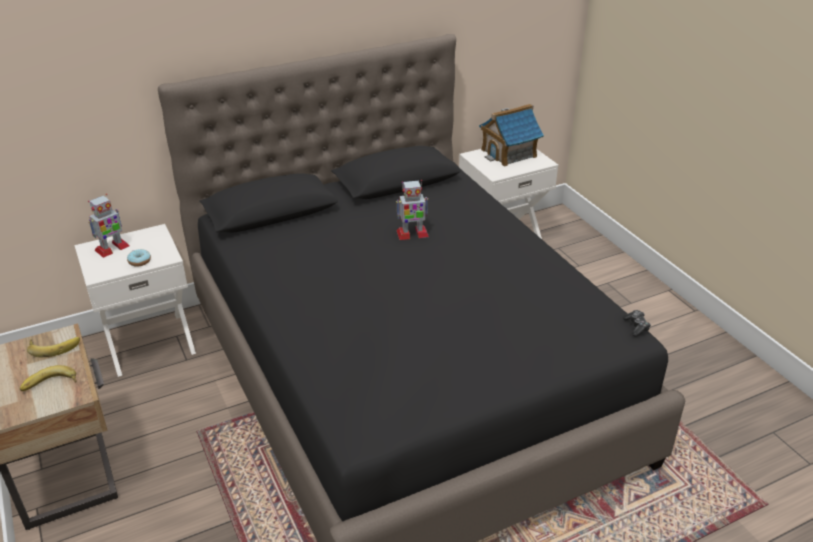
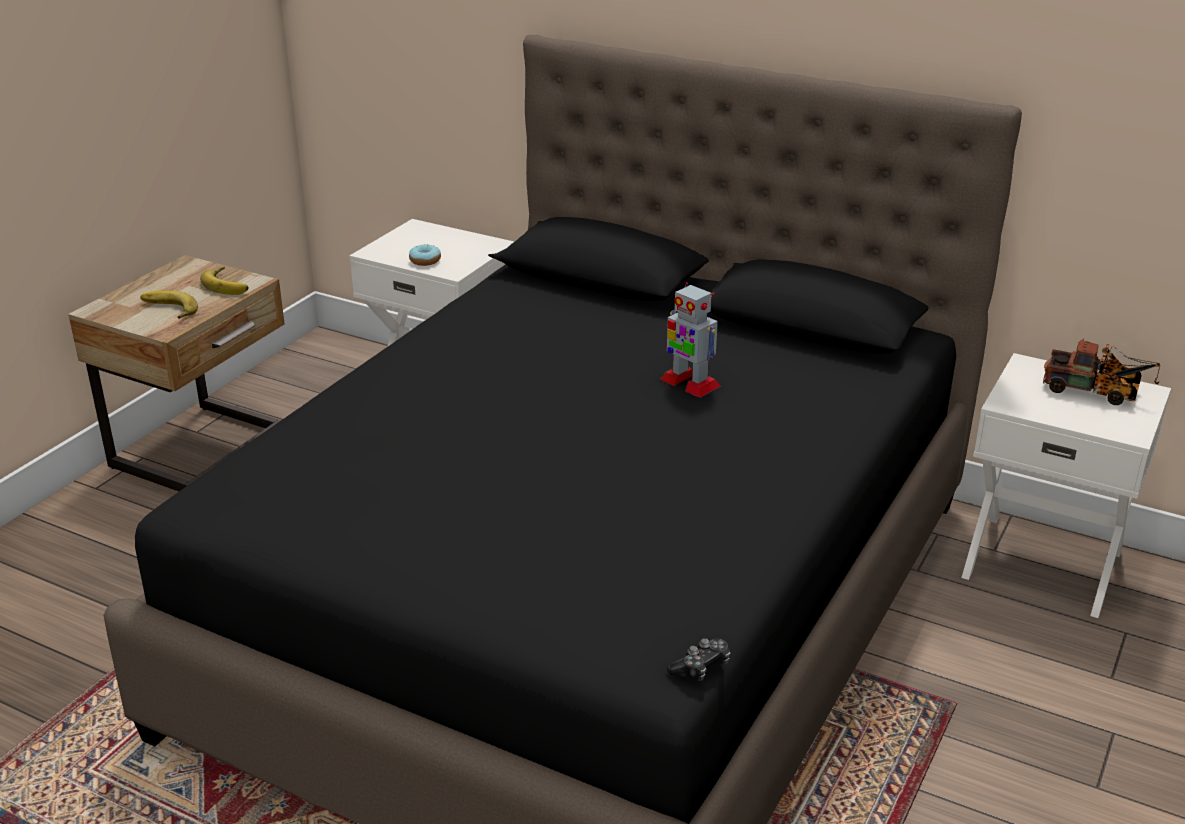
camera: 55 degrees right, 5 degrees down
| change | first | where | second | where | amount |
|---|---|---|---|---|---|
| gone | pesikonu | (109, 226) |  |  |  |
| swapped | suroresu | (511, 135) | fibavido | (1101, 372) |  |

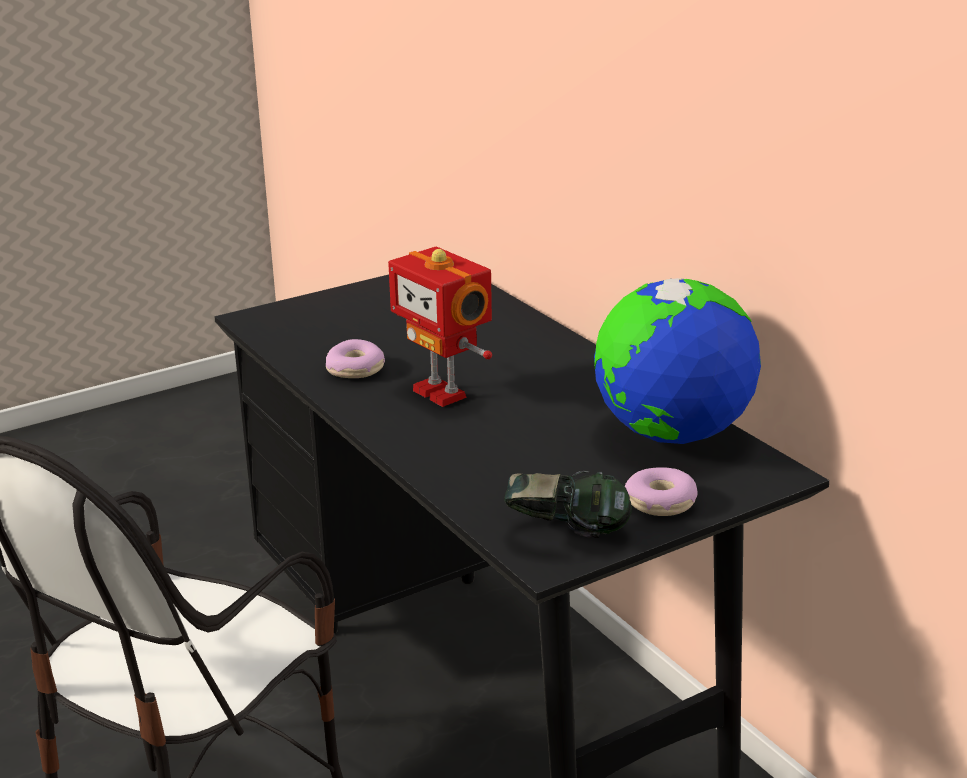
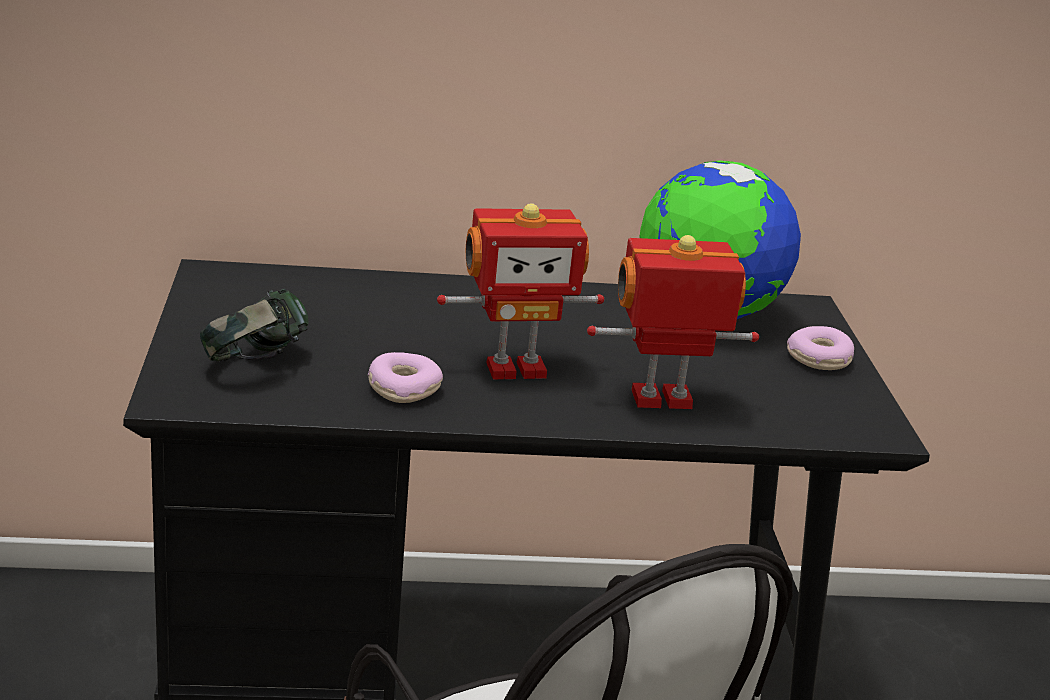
camera: 65 degrees left, 0 degrees up
| change | first | where | second | where | amount |
|---|---|---|---|---|---|
| shifted | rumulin | (568, 504) |  | (254, 325) |  |
| new |  |  | pesikonu | (673, 322) |  |

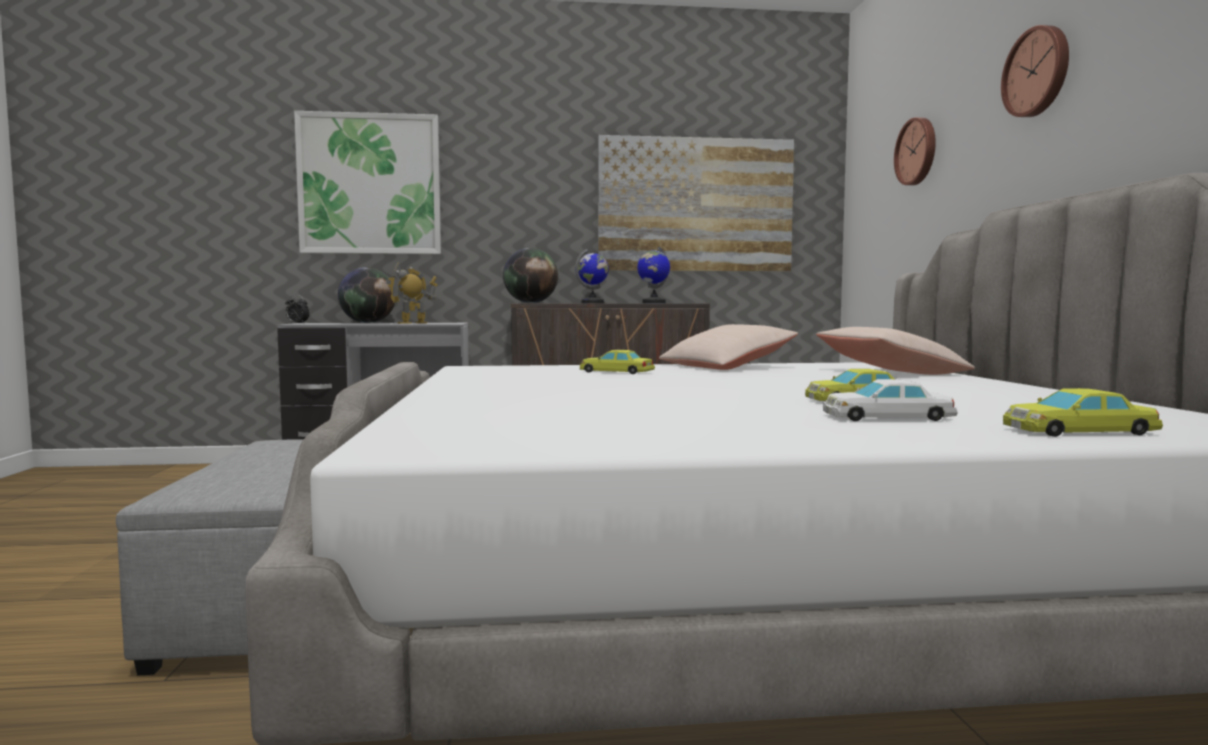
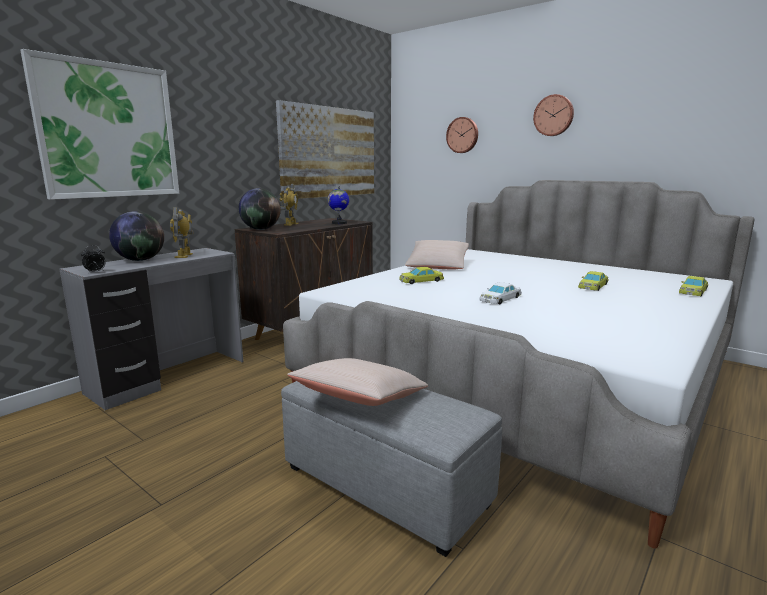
camera: 45 degrees left, 10 degrees up
| change | first | where | second | where | amount |
|---|---|---|---|---|---|
| swapped | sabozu | (592, 276) | pesikonu | (289, 204) |  |
| shifted | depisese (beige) | (895, 351) |  | (357, 382) |  |
| shifted | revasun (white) | (890, 400) |  | (500, 293) |  |

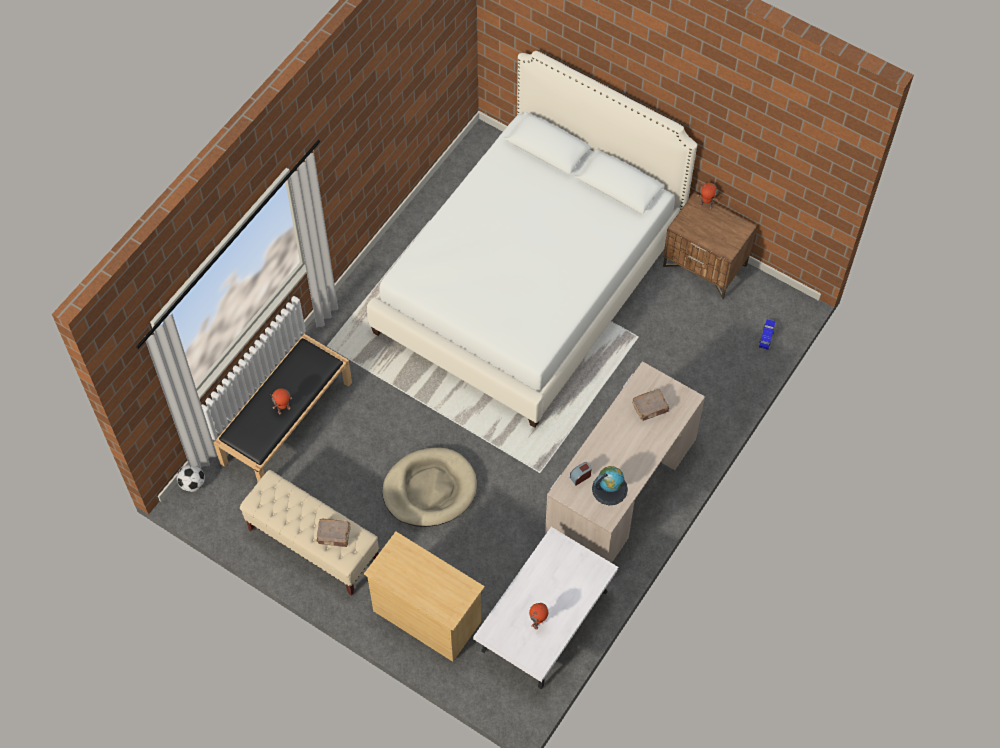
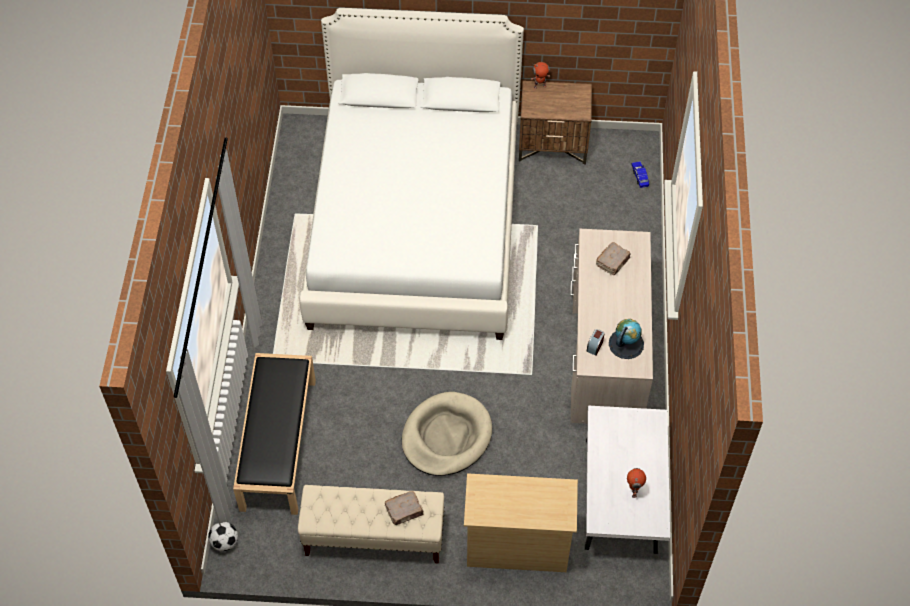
camera: 30 degrees left, 5 degrees down
| change | first | where | second | where | amount |
|---|---|---|---|---|---|
| gone | pesikonu | (281, 401) |  |  |  |

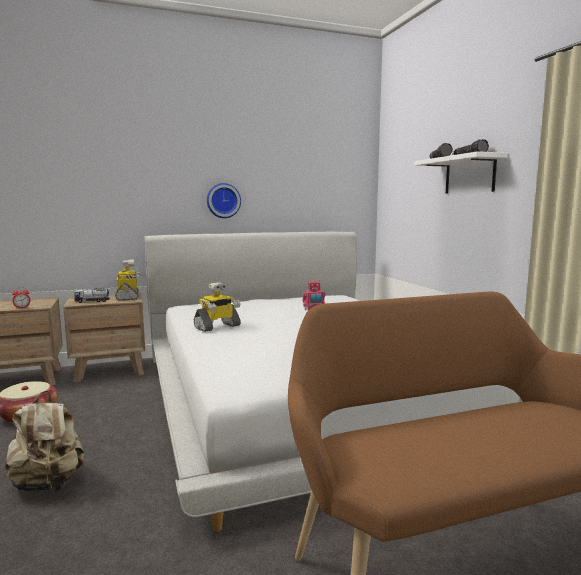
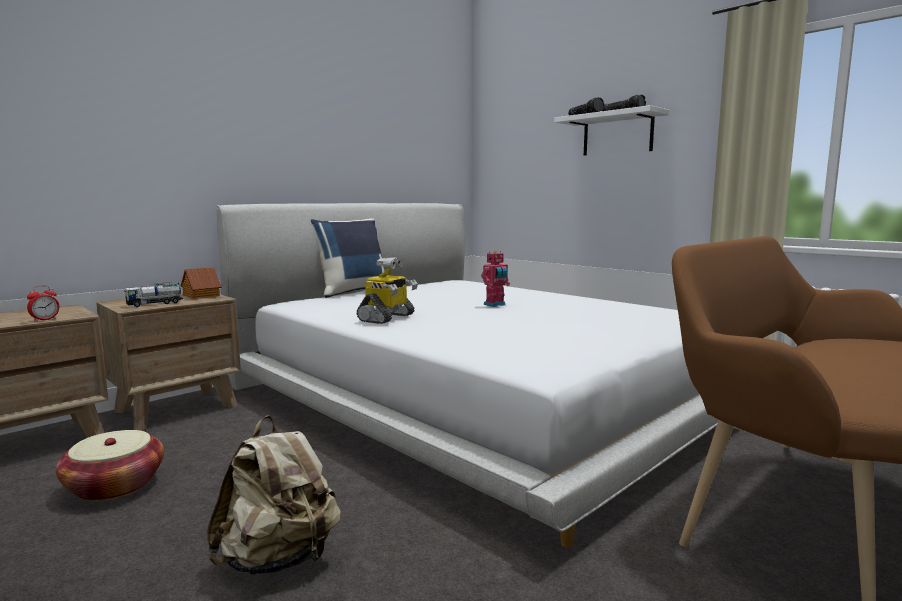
camera: 25 degrees left, 0 degrees up
| change | first | where | second | where | amount |
|---|---|---|---|---|---|
| swapped | pesikonu | (128, 279) | suroresu | (201, 283) |  |
| gone | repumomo | (224, 200) |  |  |  |
| new |  |  | depisese (blue) | (348, 258) |  |

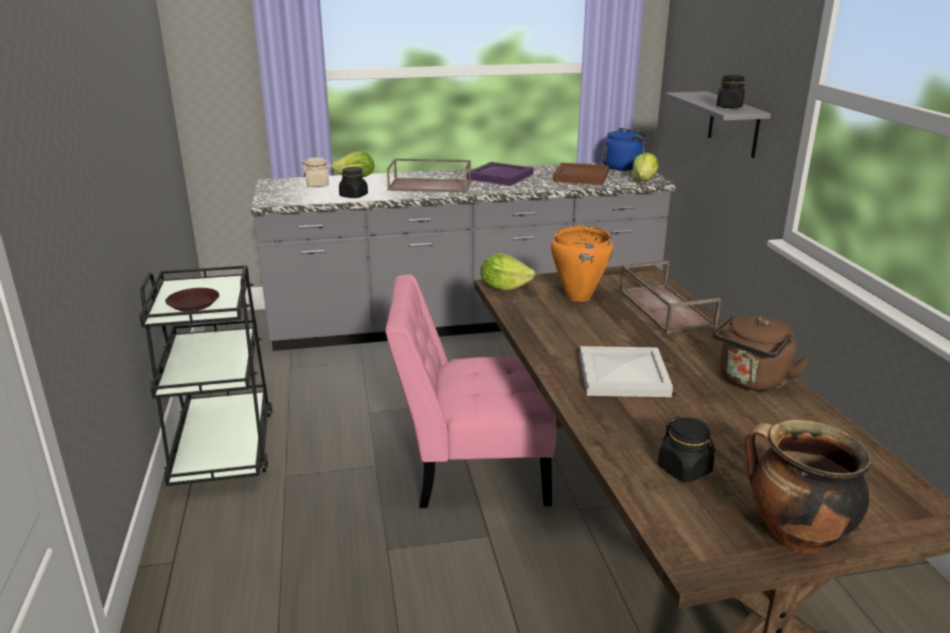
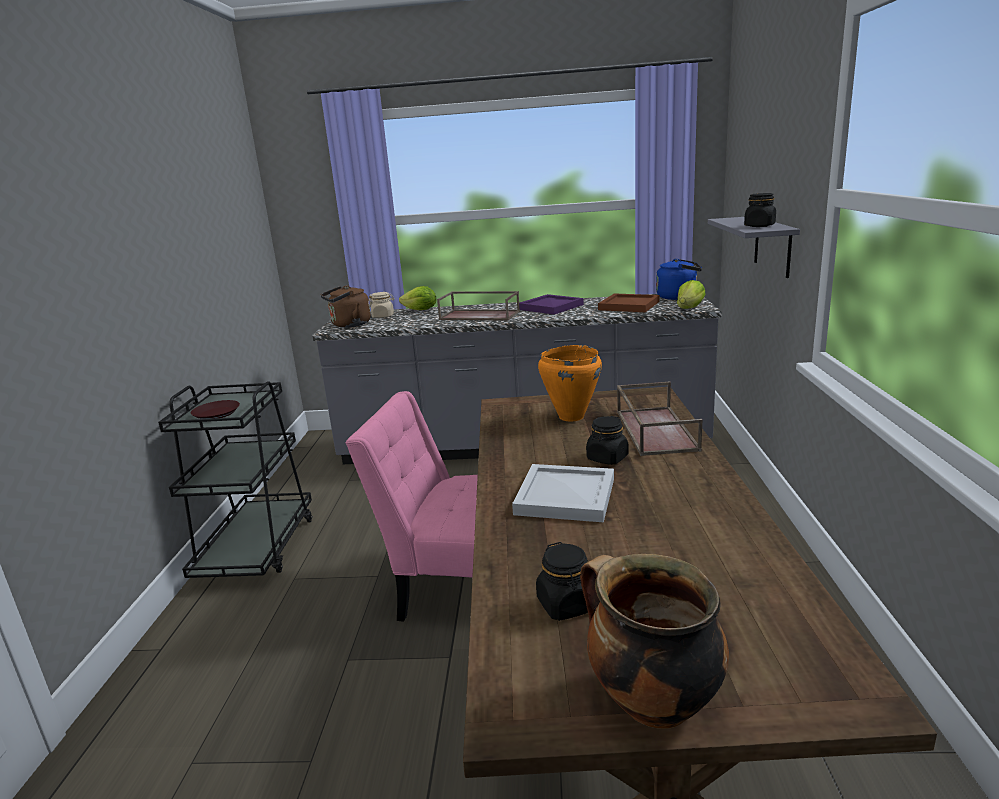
camera: 15 degrees right, 5 degrees down
| change | first | where | second | where | amount |
|---|---|---|---|---|---|
| shifted | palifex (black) | (353, 182) |  | (607, 440) |  |
| gone | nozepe | (508, 272) |  |  |  |
| shifted | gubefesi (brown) | (761, 352) |  | (346, 307) |  |

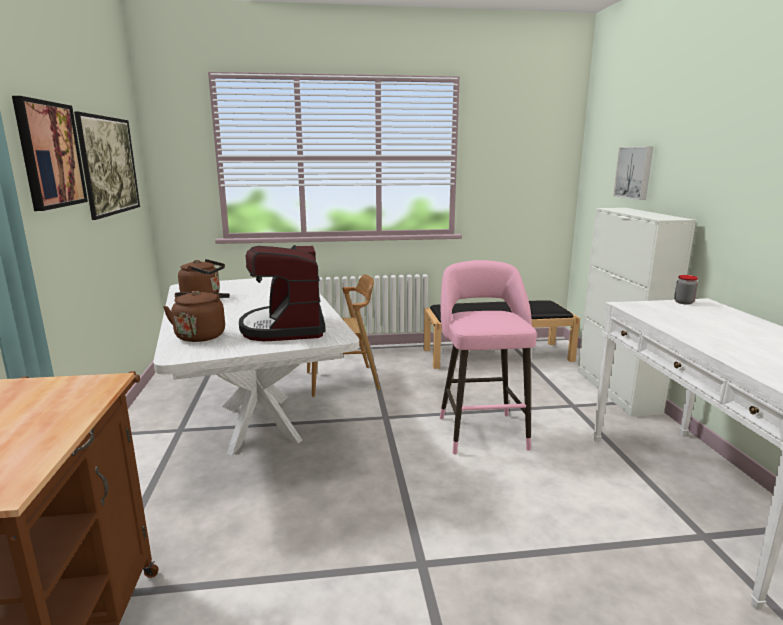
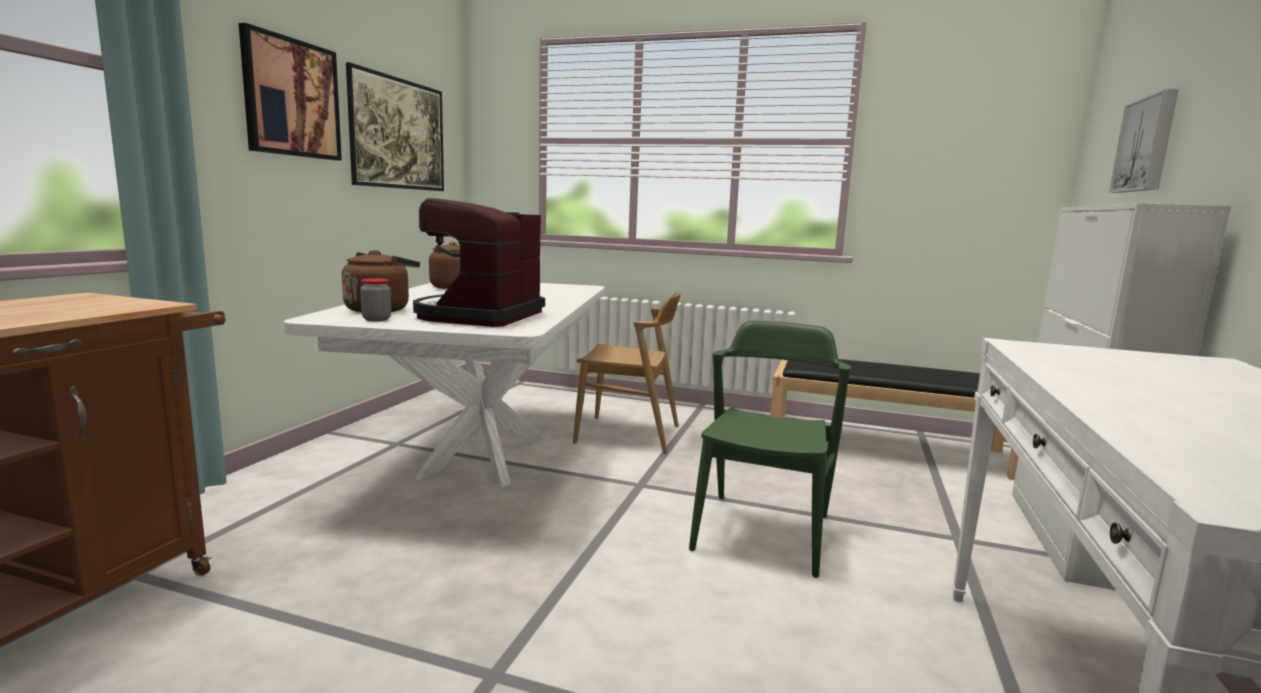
camera: 25 degrees right, 5 degrees down
| change | first | where | second | where | amount |
|---|---|---|---|---|---|
| swapped | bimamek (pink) | (488, 357) | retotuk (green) | (770, 449) |  |
| shifted | palifex | (686, 290) |  | (375, 299) |  |

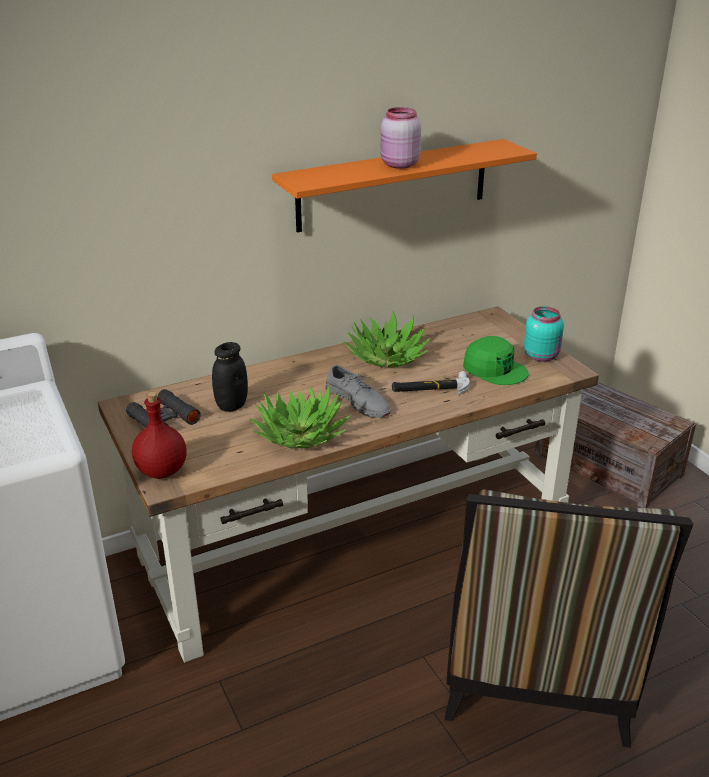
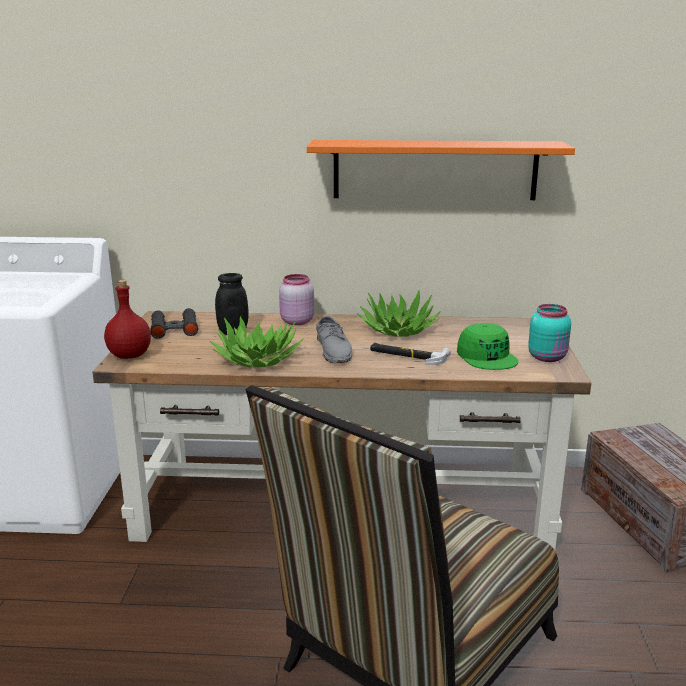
camera: 30 degrees right, 10 degrees down
| change | first | where | second | where | amount |
|---|---|---|---|---|---|
| shifted | palifex (pink) | (400, 138) |  | (296, 299) |  |

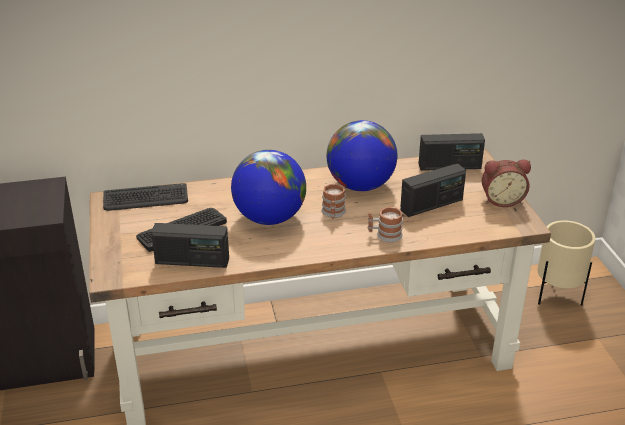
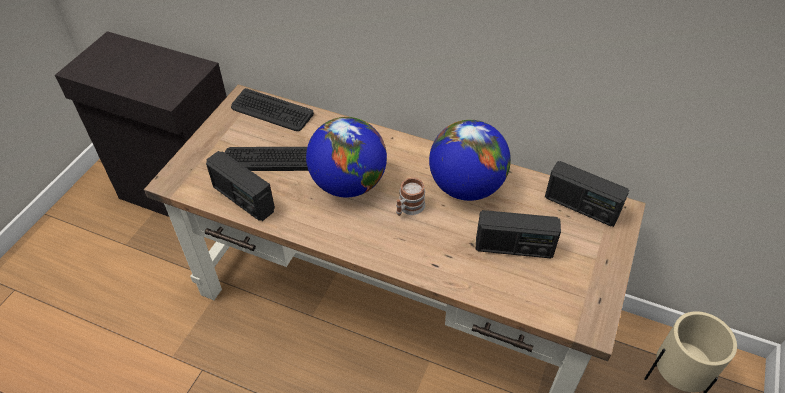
camera: 35 degrees right, 15 degrees up
| change | first | where | second | where | amount |
|---|---|---|---|---|---|
| gone | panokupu | (385, 225) |  |  |  |
| gone | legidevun | (506, 183) |  |  |  |

